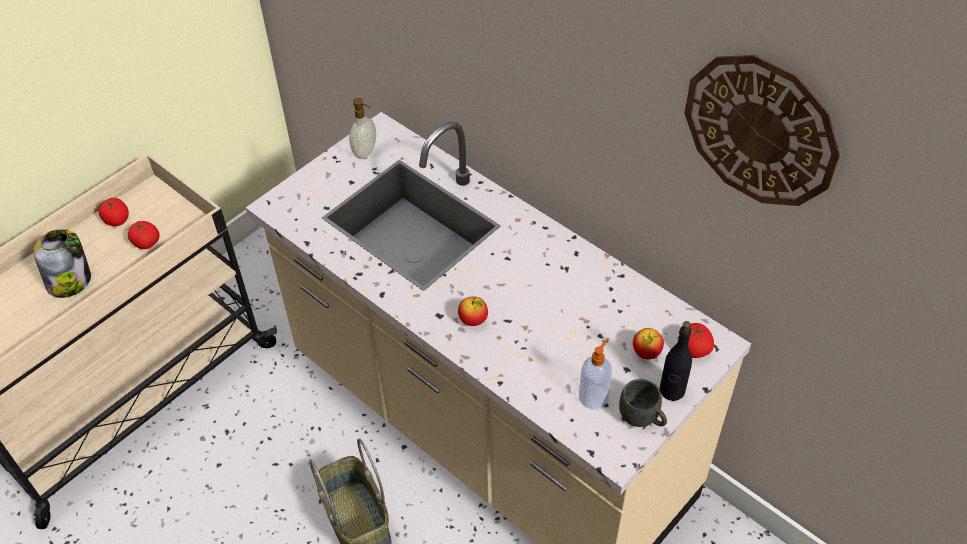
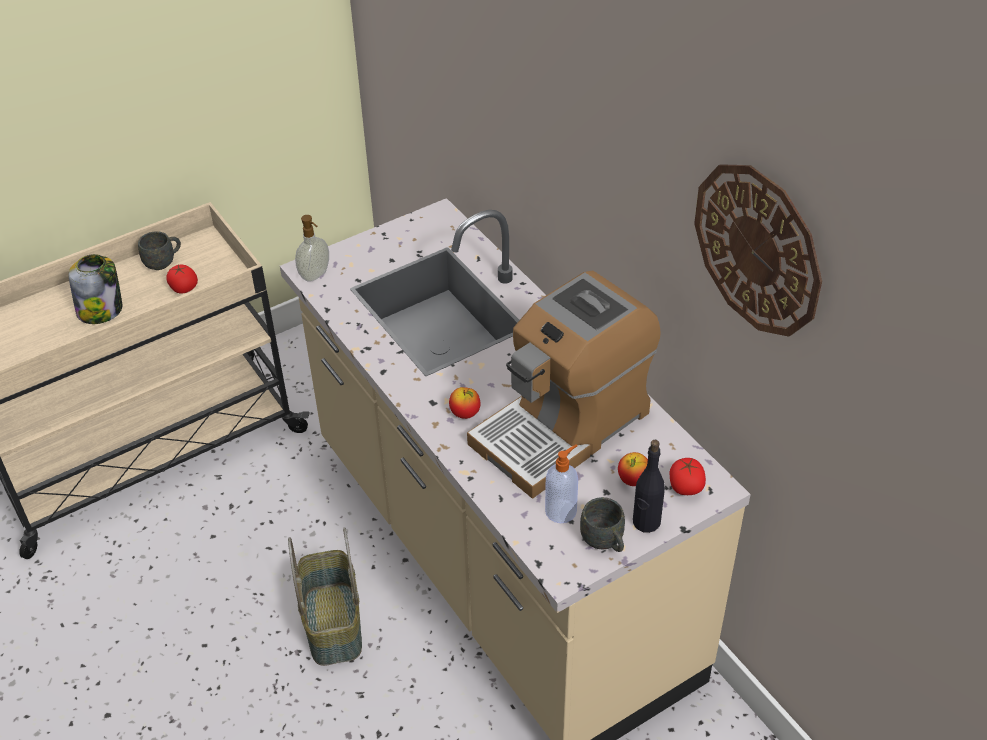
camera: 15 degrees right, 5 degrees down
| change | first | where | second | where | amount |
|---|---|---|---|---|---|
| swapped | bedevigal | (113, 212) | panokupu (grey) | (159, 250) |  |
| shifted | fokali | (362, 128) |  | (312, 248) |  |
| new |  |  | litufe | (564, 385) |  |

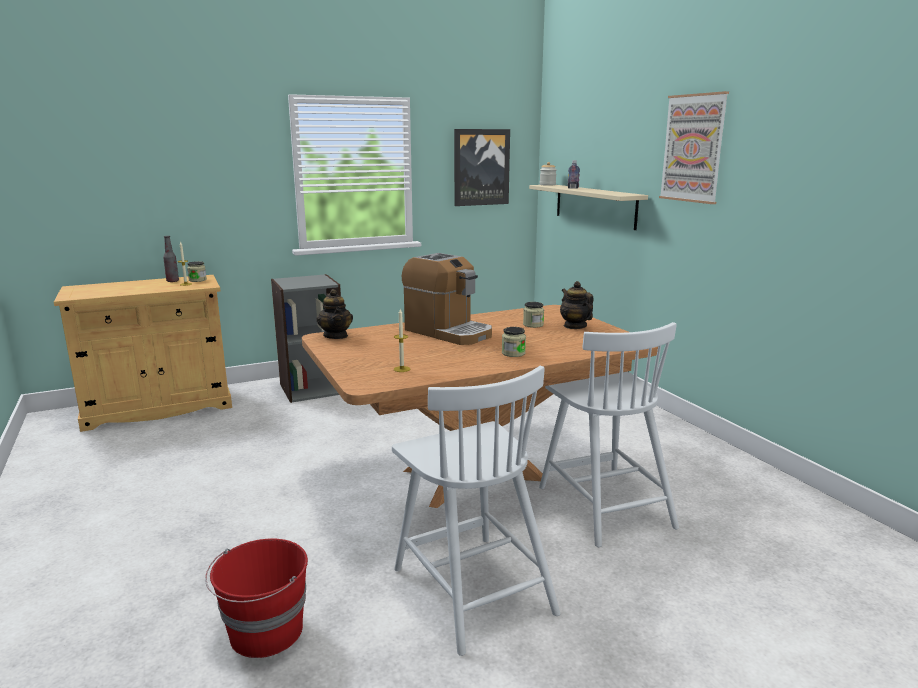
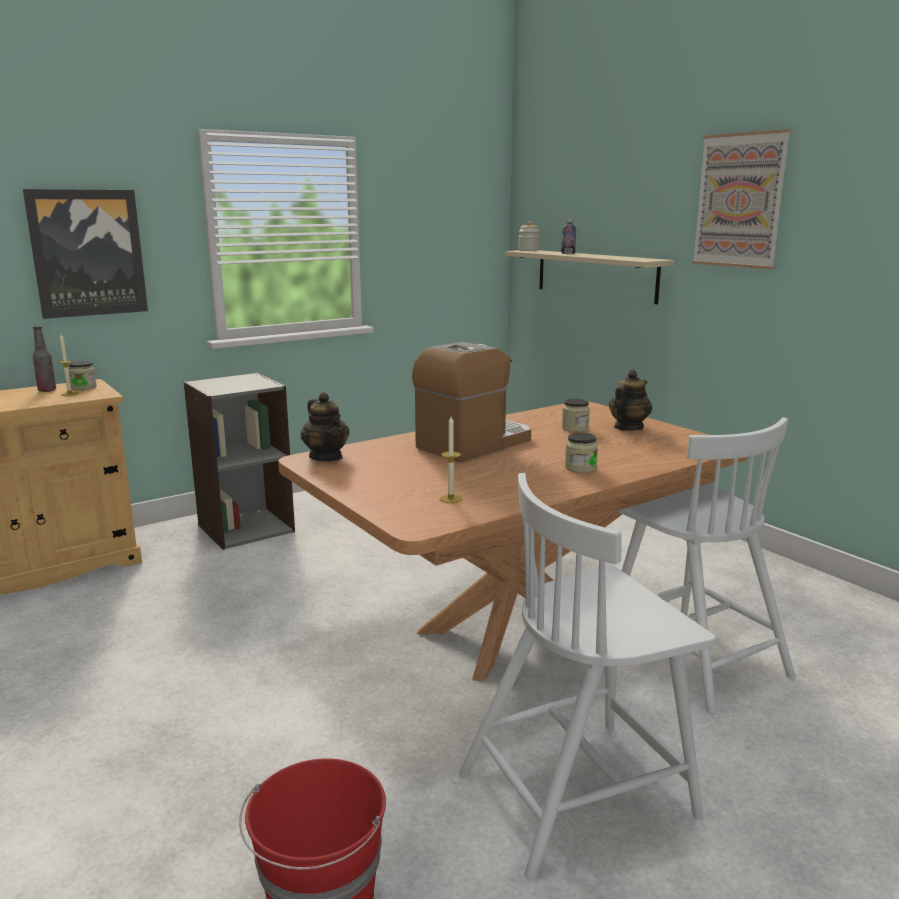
camera: 10 degrees left, 0 degrees up
| change | first | where | second | where | amount |
|---|---|---|---|---|---|
| rotated | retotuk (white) | (476, 511) |  | (587, 676) | 105 degrees clockwise |
| rotated | litufe | (447, 299) |  | (471, 402) | 75 degrees counterclockwise |
| shifted | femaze | (482, 167) |  | (85, 254) |  |
| rotated | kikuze | (577, 305) |  | (630, 400) | 75 degrees clockwise |

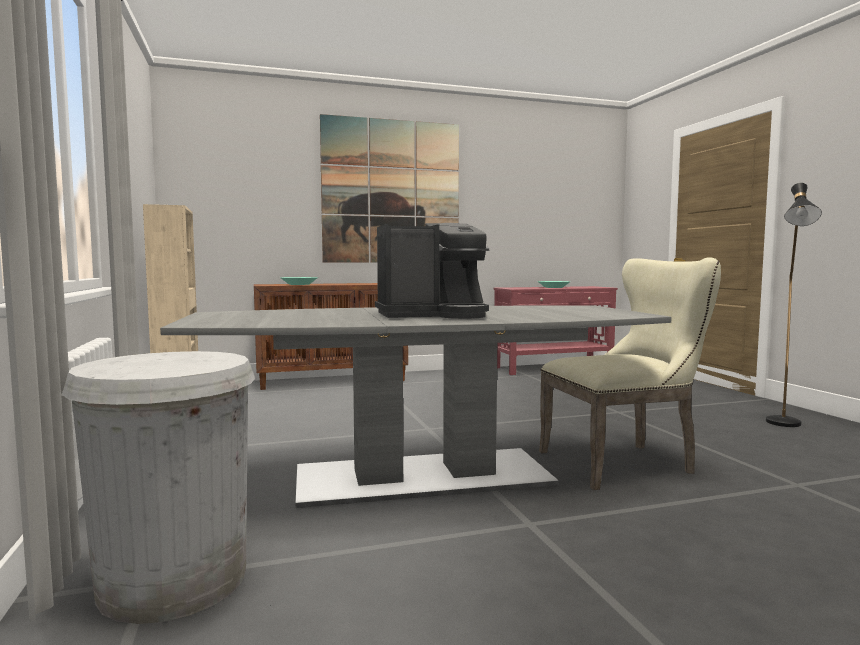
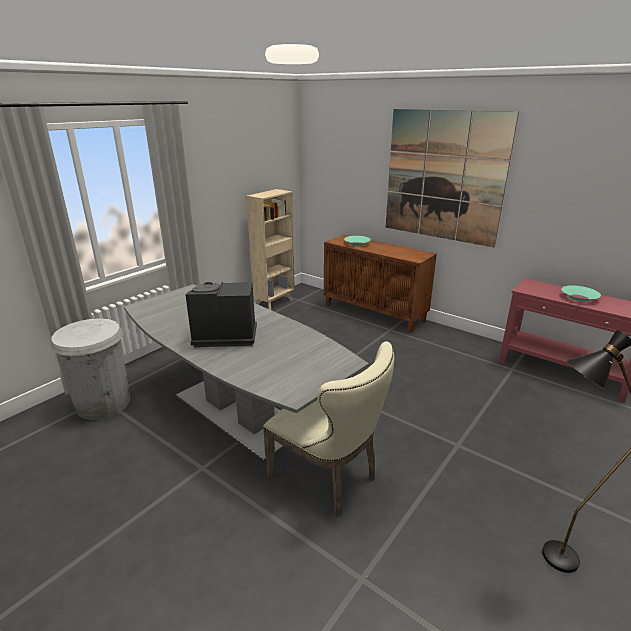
camera: 55 degrees right, 20 degrees up
| change | first | where | second | where | amount |
|---|---|---|---|---|---|
| rotated | litufe | (432, 271) |  | (221, 314) | 135 degrees clockwise |

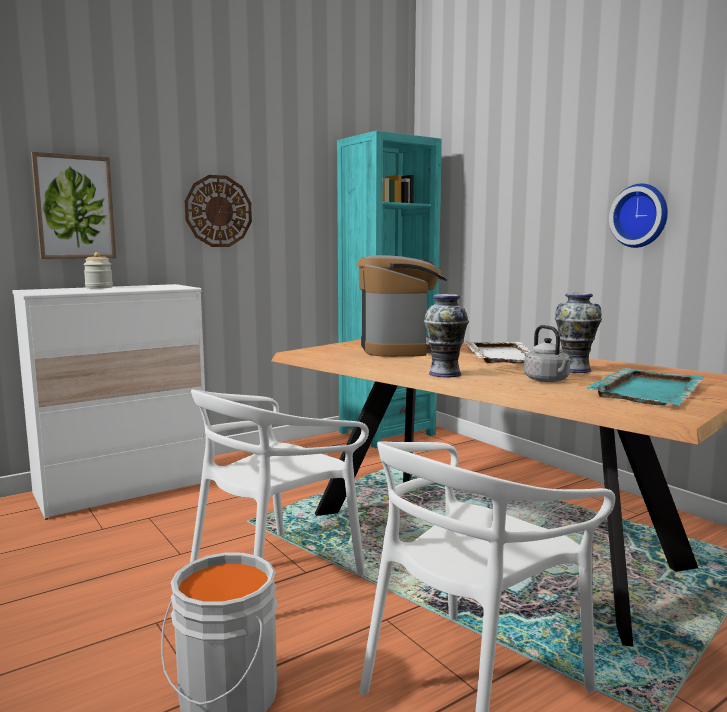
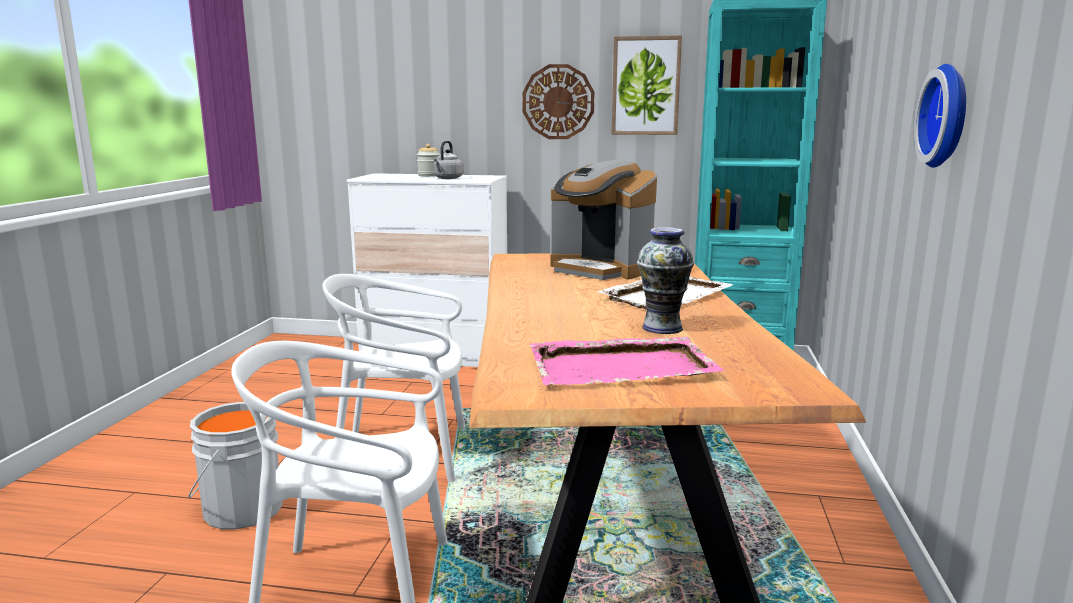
camera: 45 degrees right, 5 degrees up
| change | first | where | second | where | amount |
|---|---|---|---|---|---|
| shifted | femaze | (73, 205) |  | (647, 85) |  |
| rotated | litufe | (401, 306) |  | (603, 220) | 90 degrees clockwise |
| gone | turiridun | (446, 335) |  |  |  |
| shifted | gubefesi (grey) | (548, 353) |  | (448, 160) |  |
| repainted | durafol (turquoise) | (645, 386) | durafol (pink) | (627, 361) |  |

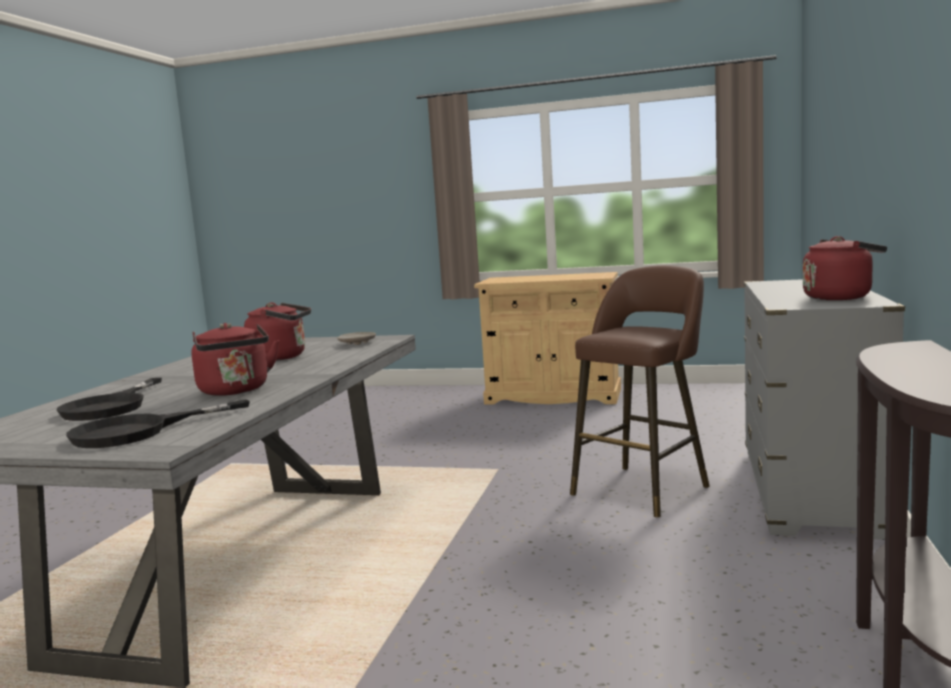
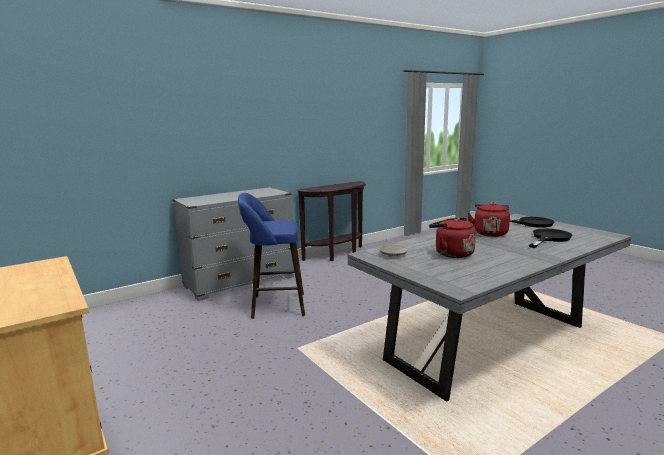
camera: 140 degrees left, 5 degrees up
| change | first | where | second | where | amount |
|---|---|---|---|---|---|
| repainted | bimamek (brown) | (640, 391) | bimamek (blue) | (271, 256) |  |
| gone | gubefesi (red) | (845, 268) |  |  |  |

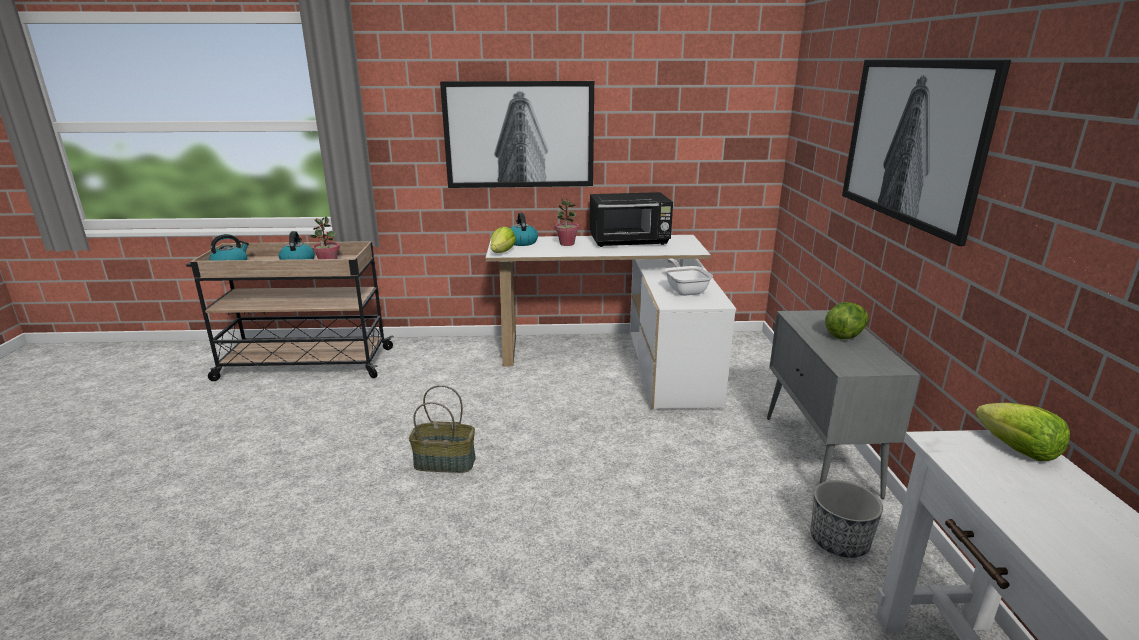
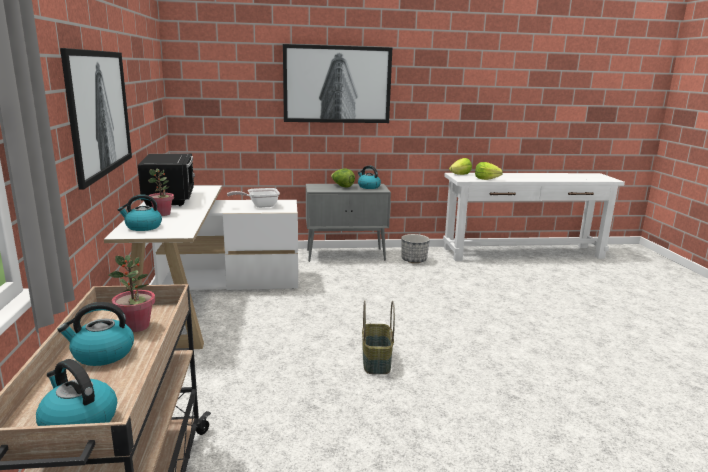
camera: 95 degrees left, 5 degrees down
| change | first | where | second | where | amount |
|---|---|---|---|---|---|
| shifted | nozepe | (503, 239) |  | (489, 171) |  |
| new |  |  | gubefesi | (369, 177) |  |

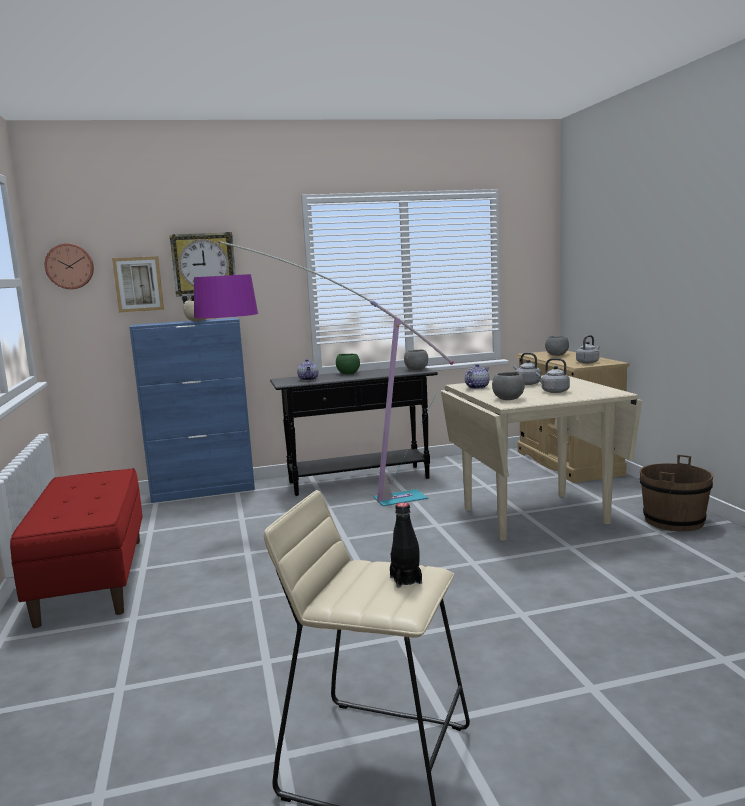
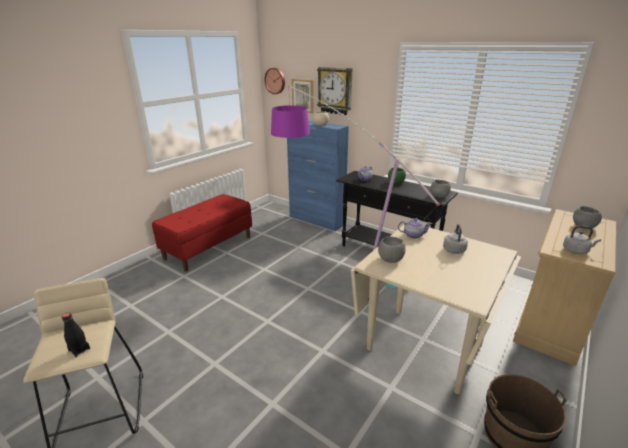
camera: 50 degrees right, 15 degrees up
| change | first | where | second | where | amount |
|---|---|---|---|---|---|
| gone | gubefesi (grey) | (553, 375) |  |  |  |

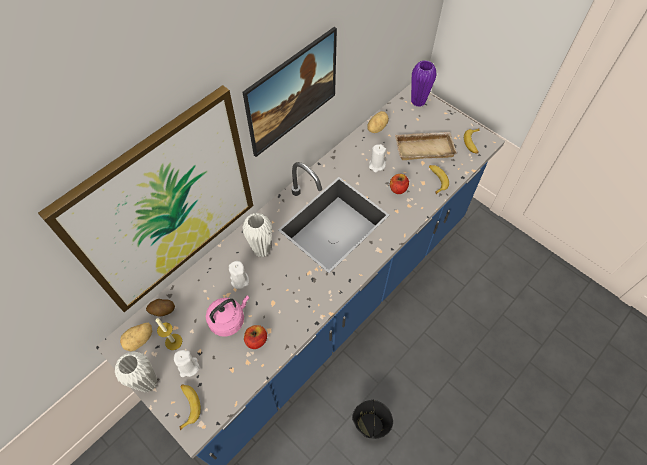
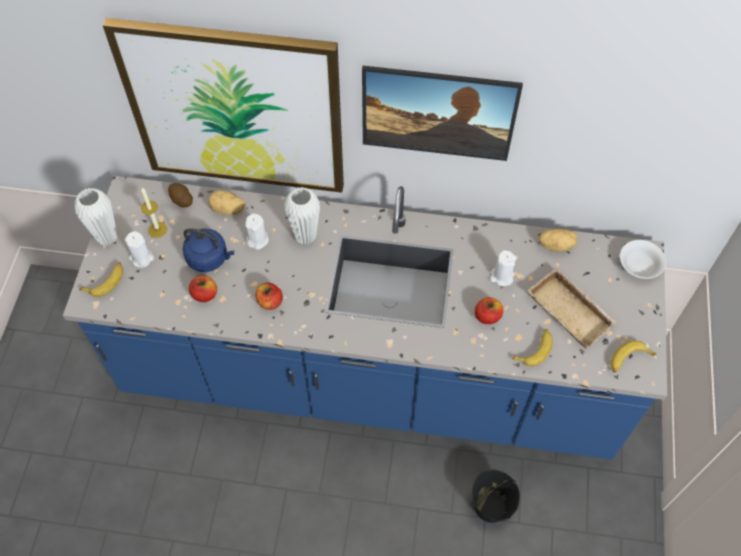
camera: 55 degrees right, 0 degrees up
| change | first | where | second | where | amount |
|---|---|---|---|---|---|
| shifted | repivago | (136, 337) |  | (227, 202) |  |
| repainted | gubefesi (pink) | (227, 316) | gubefesi (blue) | (208, 250) |  |
| shifted | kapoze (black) | (372, 419) |  | (496, 496) |  |
| swapped | turiridun (purple) | (423, 83) | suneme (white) | (643, 259) |  |
| new |  |  | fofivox | (269, 296) |  |

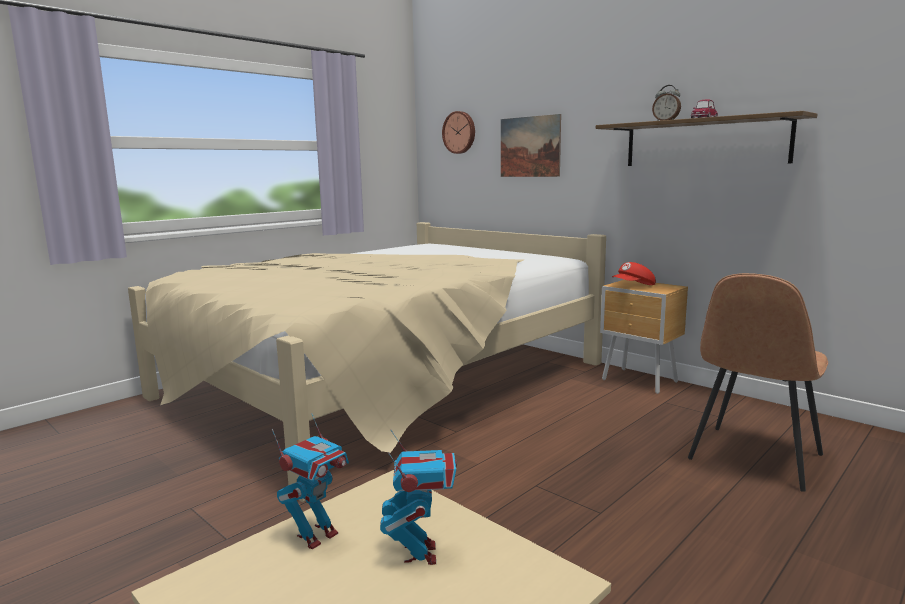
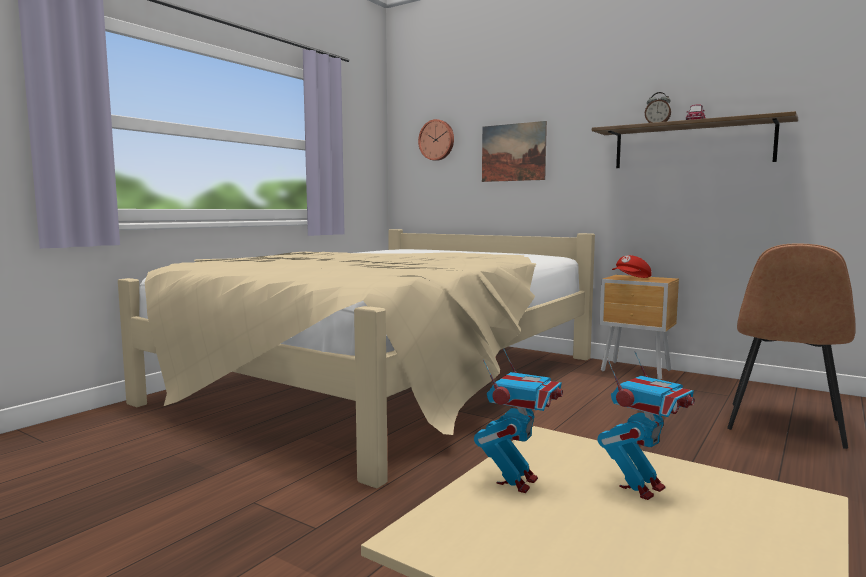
camera: 10 degrees left, 5 degrees down
| change | first | where | second | where | amount |
|---|---|---|---|---|---|
| rotated | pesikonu | (418, 497) |  | (646, 425) | 60 degrees clockwise |

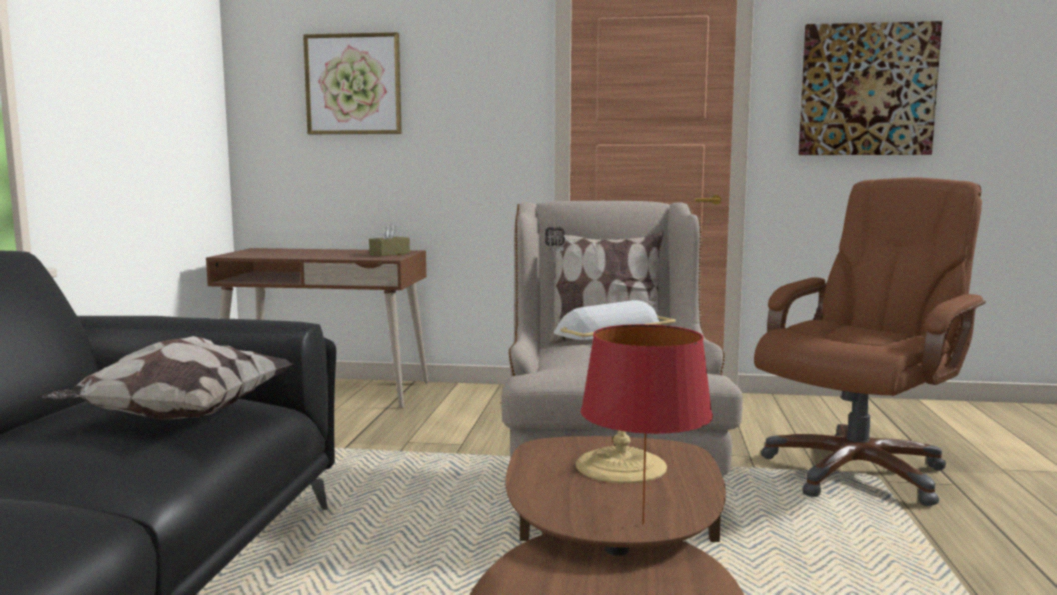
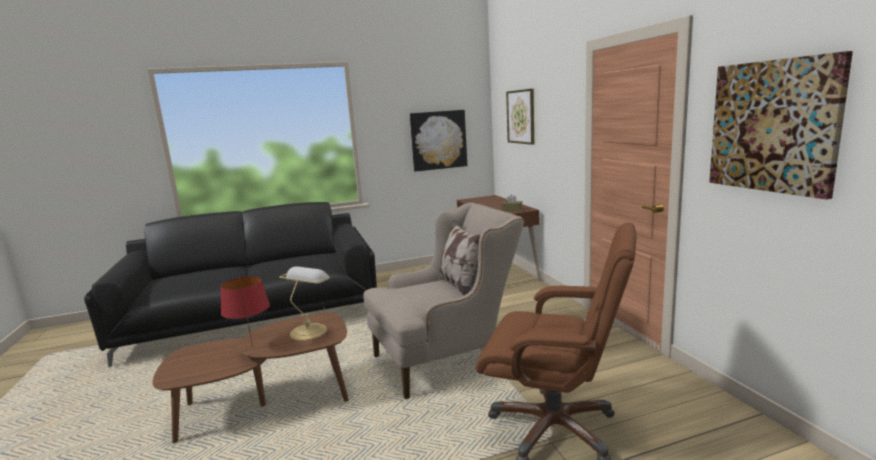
camera: 65 degrees right, 5 degrees up
| change | first | where | second | where | amount |
|---|---|---|---|---|---|
| gone | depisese | (168, 377) |  |  |  |
| new |  |  | femaze | (438, 141) |  |

